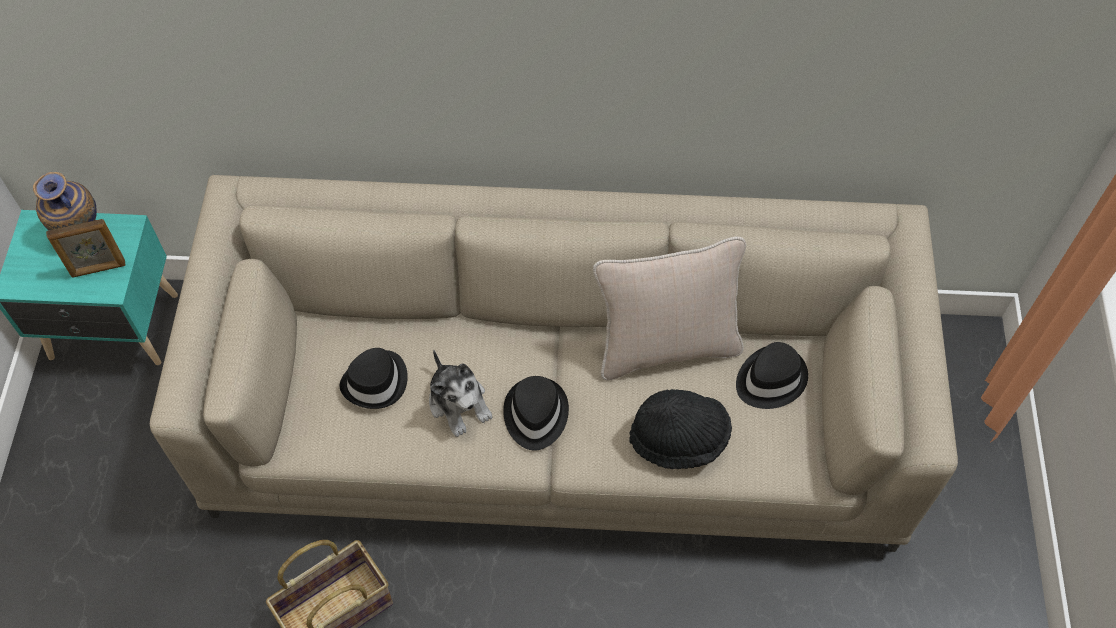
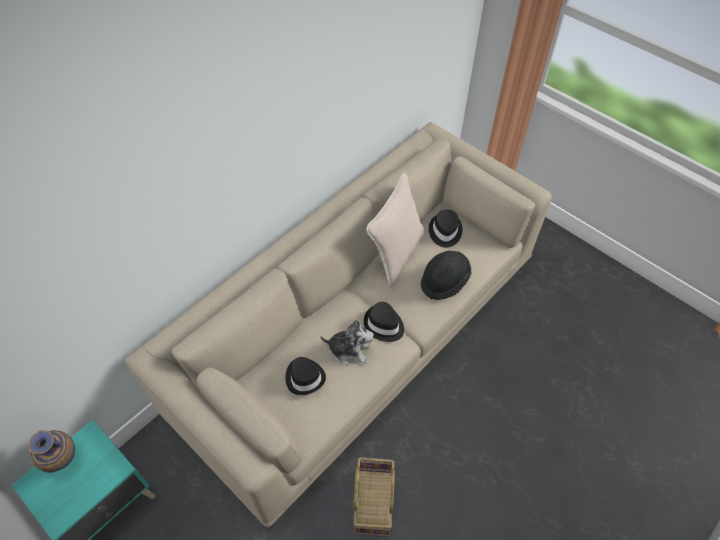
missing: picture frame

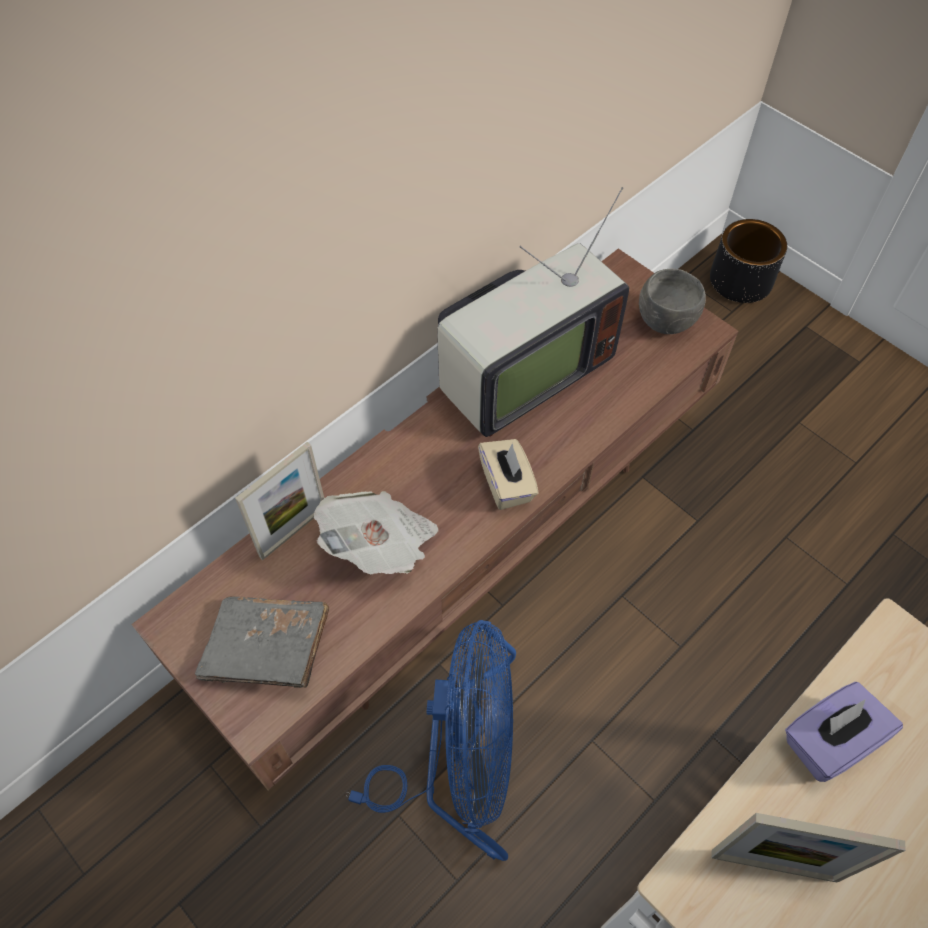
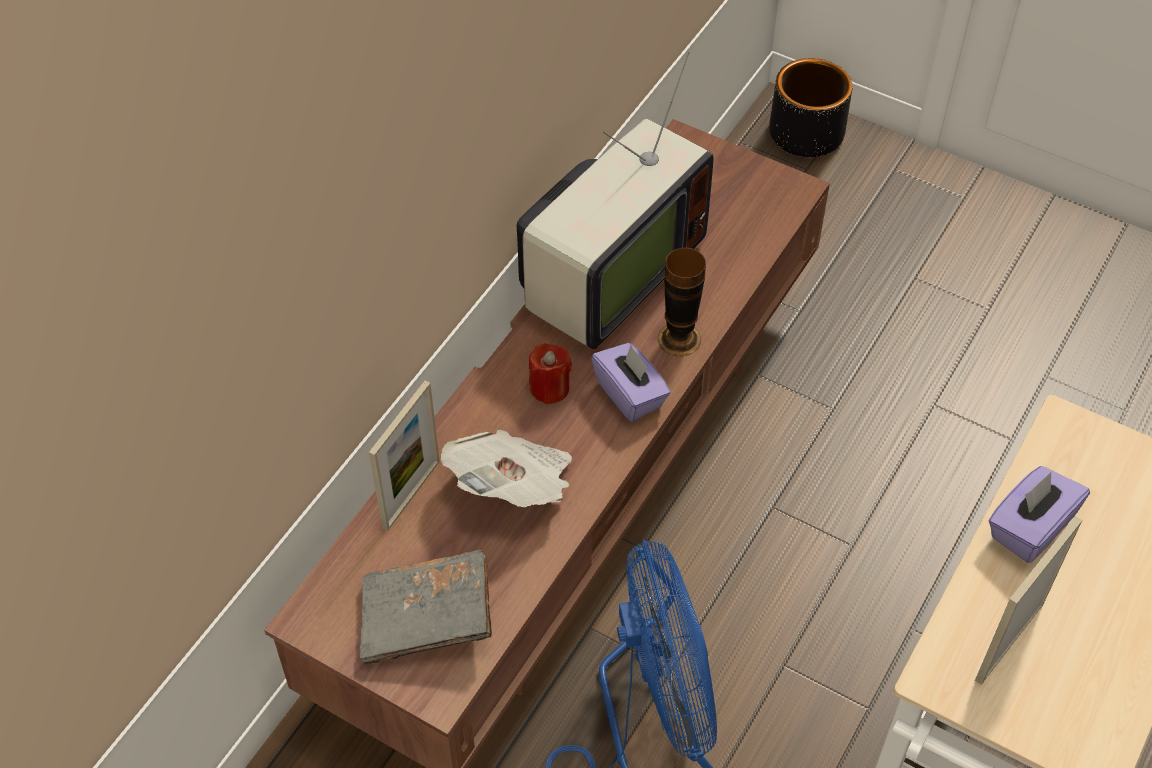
missing: bowl/grey
appeared: vase; candle/red
colour: tissue box/beige to tissue box/purple (no. 1 from left)
spun: picture frame (no. 2 from left) 135 degrees clockwise

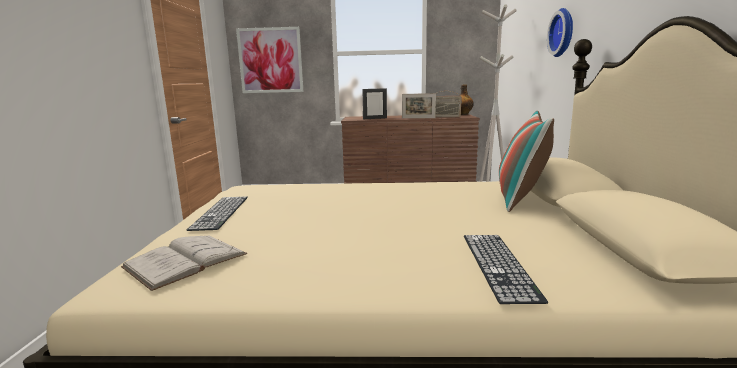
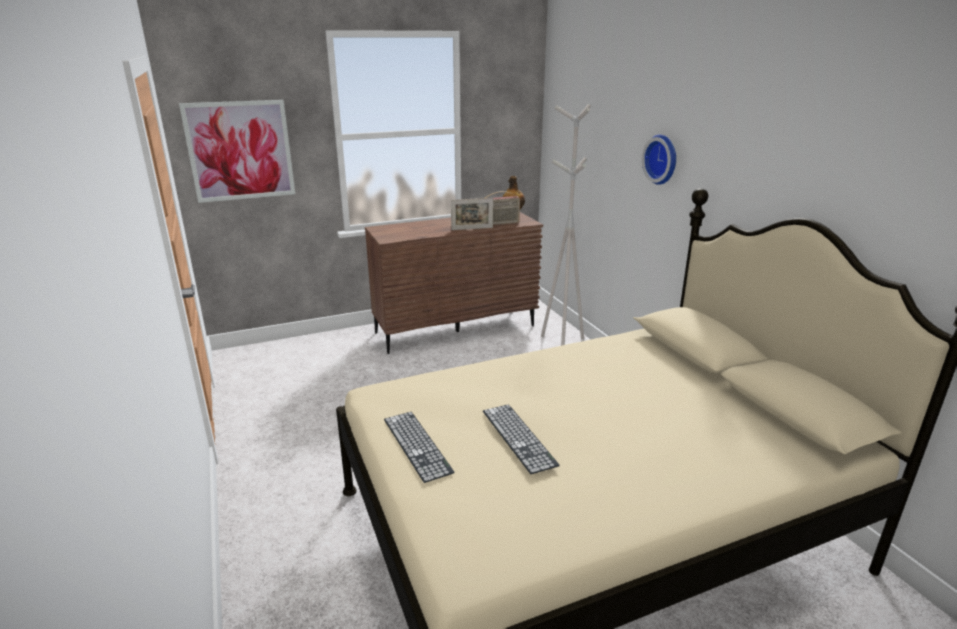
missing: picture frame (no. 1 from left); pillow; book/white
relocated: keyboard (no. 2 from left)

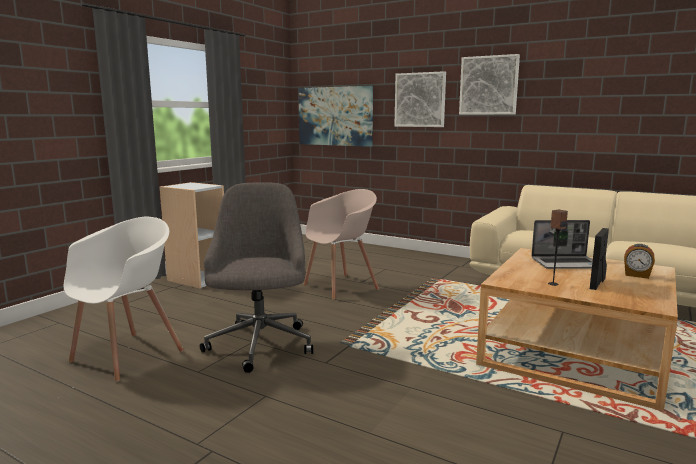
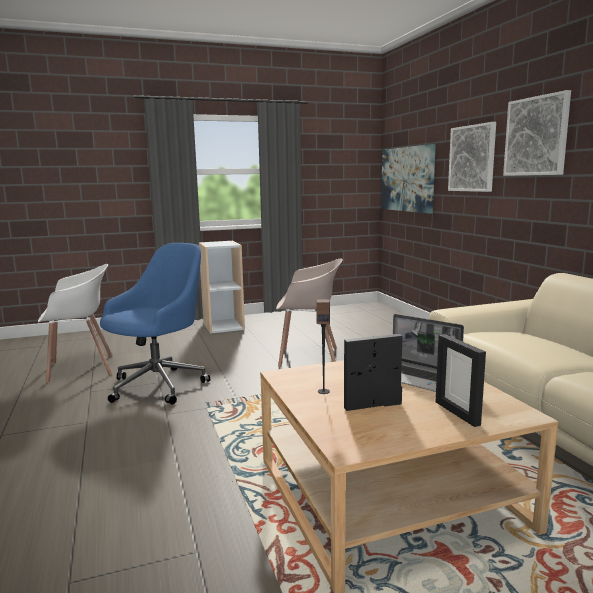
exchanged: alarm clock to picture frame (no. 2 from left)
colour: office chair/grey to office chair/blue

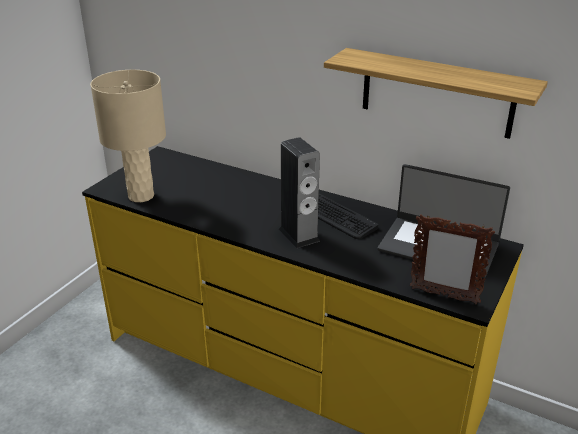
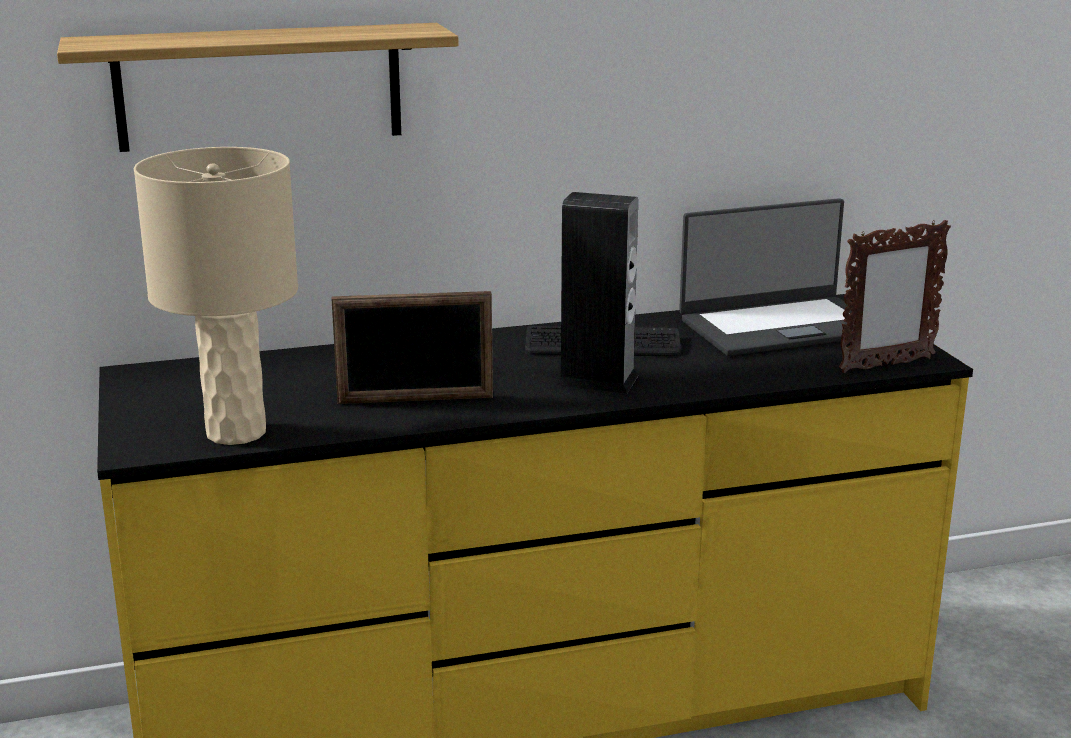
appeared: picture frame (no. 1 from left)
relocated: shelf

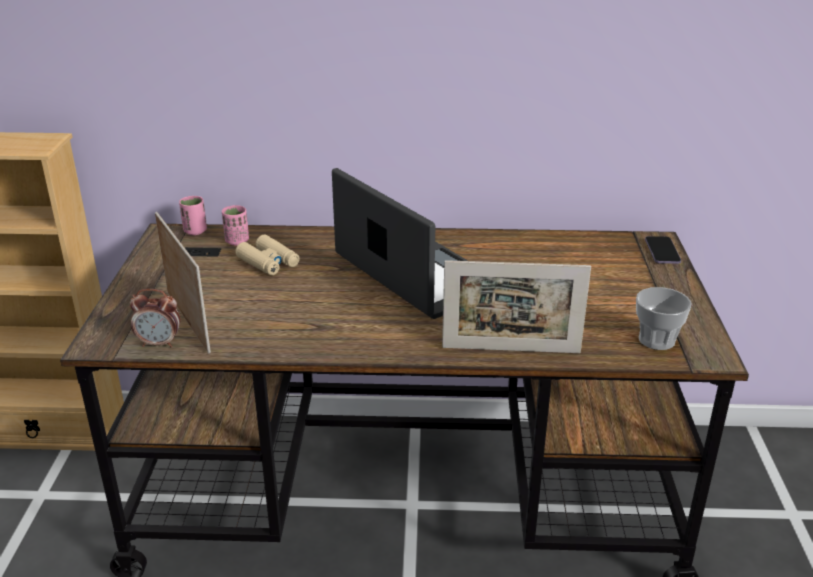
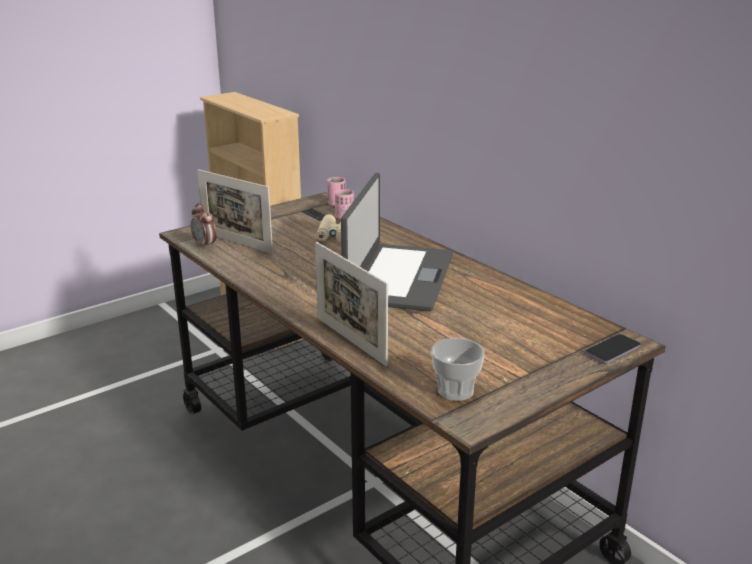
spun: picture frame (no. 1 from left) 105 degrees clockwise

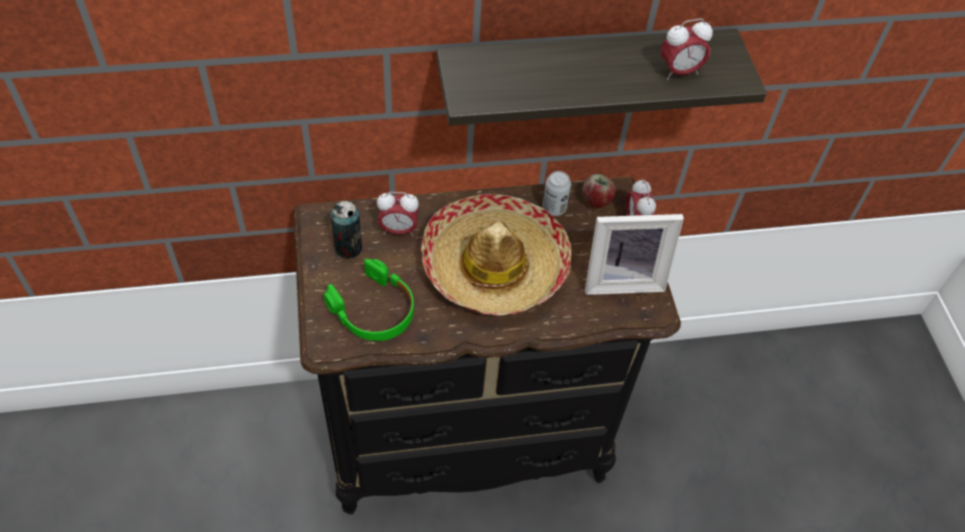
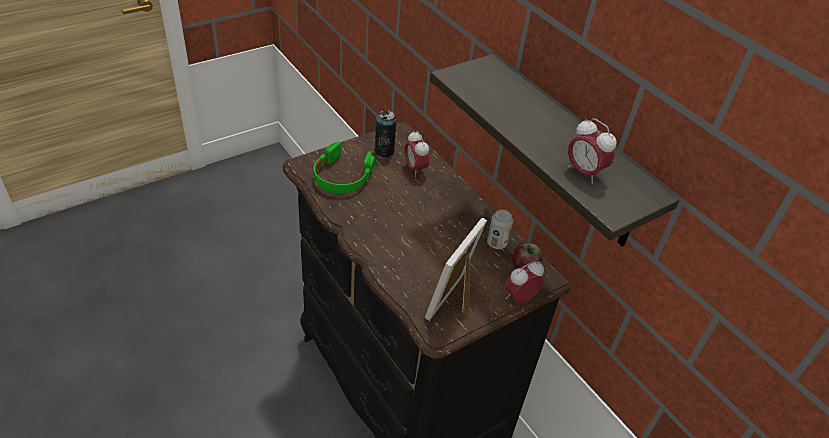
missing: hat
spun: picture frame 60 degrees clockwise

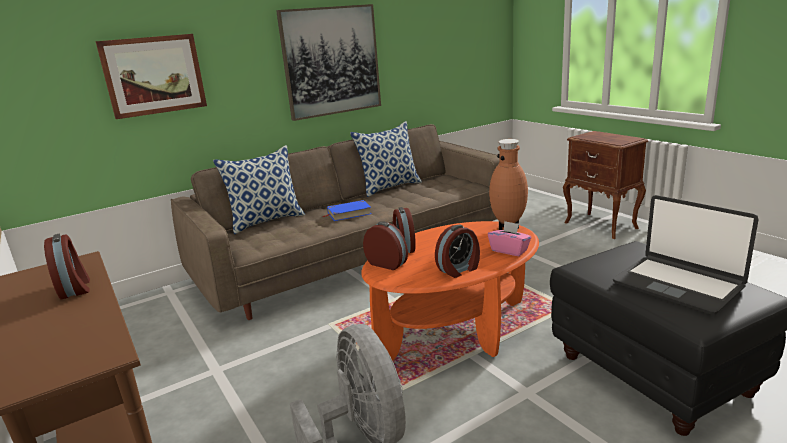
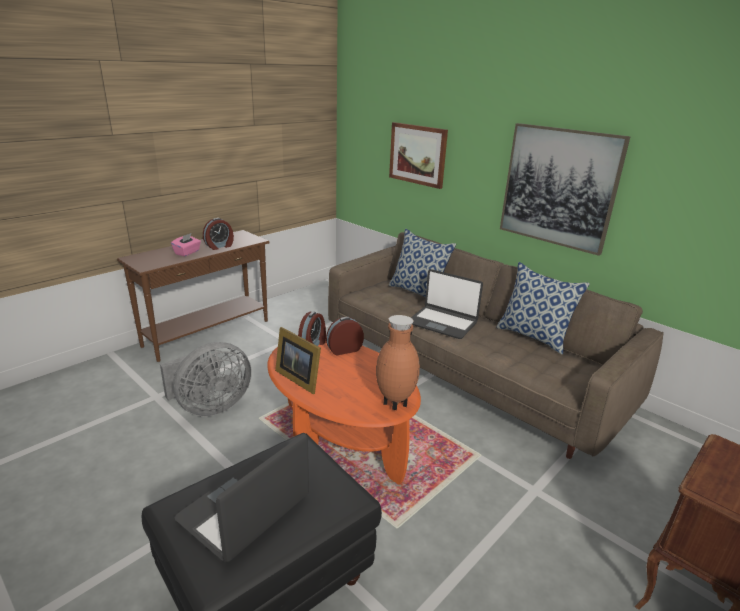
relocated: tissue box/pink
exchanged: book/blue to laptop (no. 2 from left); alarm clock (no. 4 from left) to picture frame

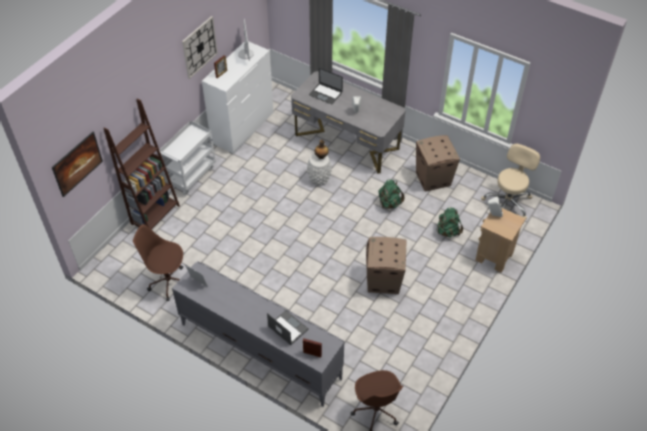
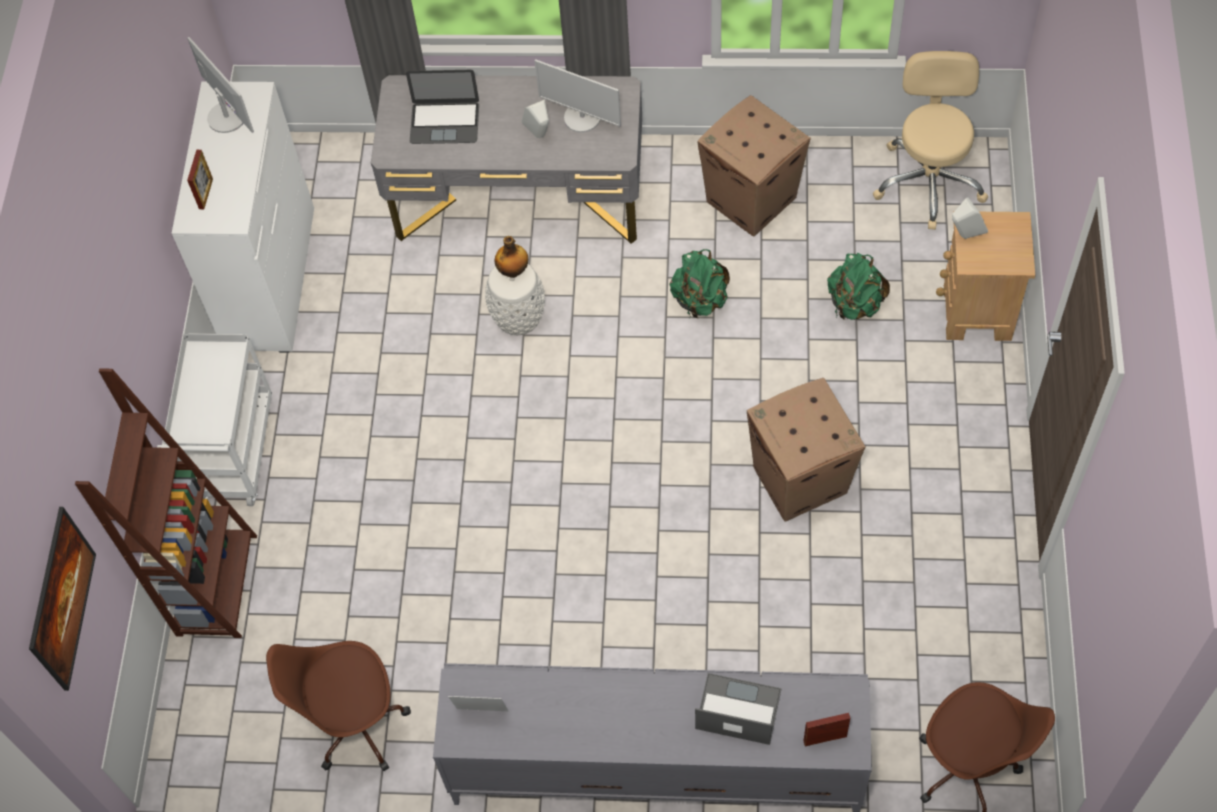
missing: wall clock
appeared: monitor (no. 2 from left)

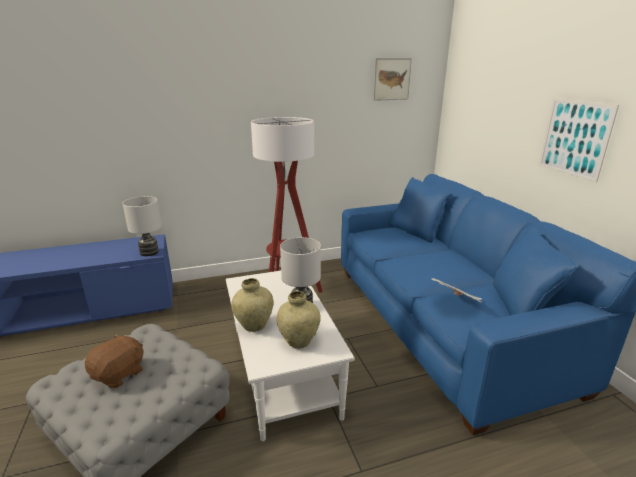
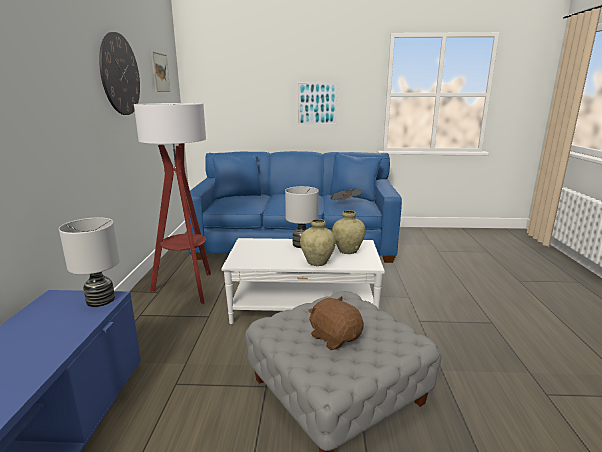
appeared: wall clock

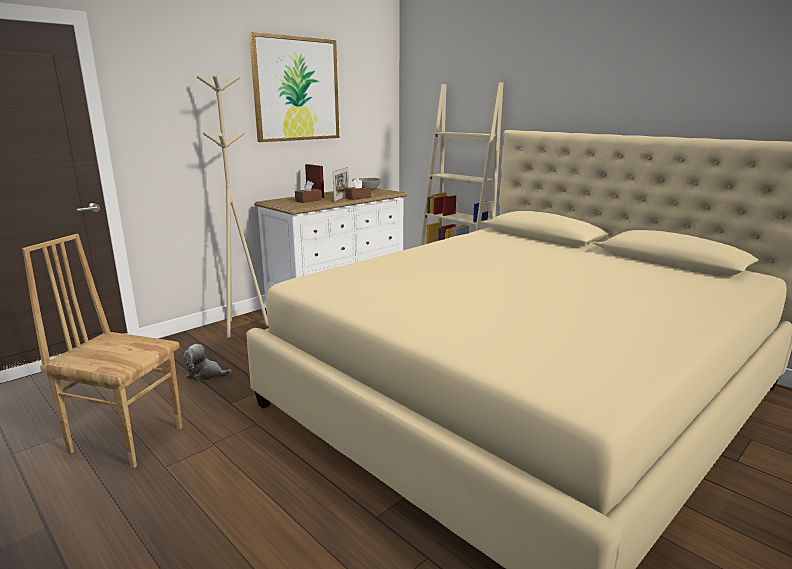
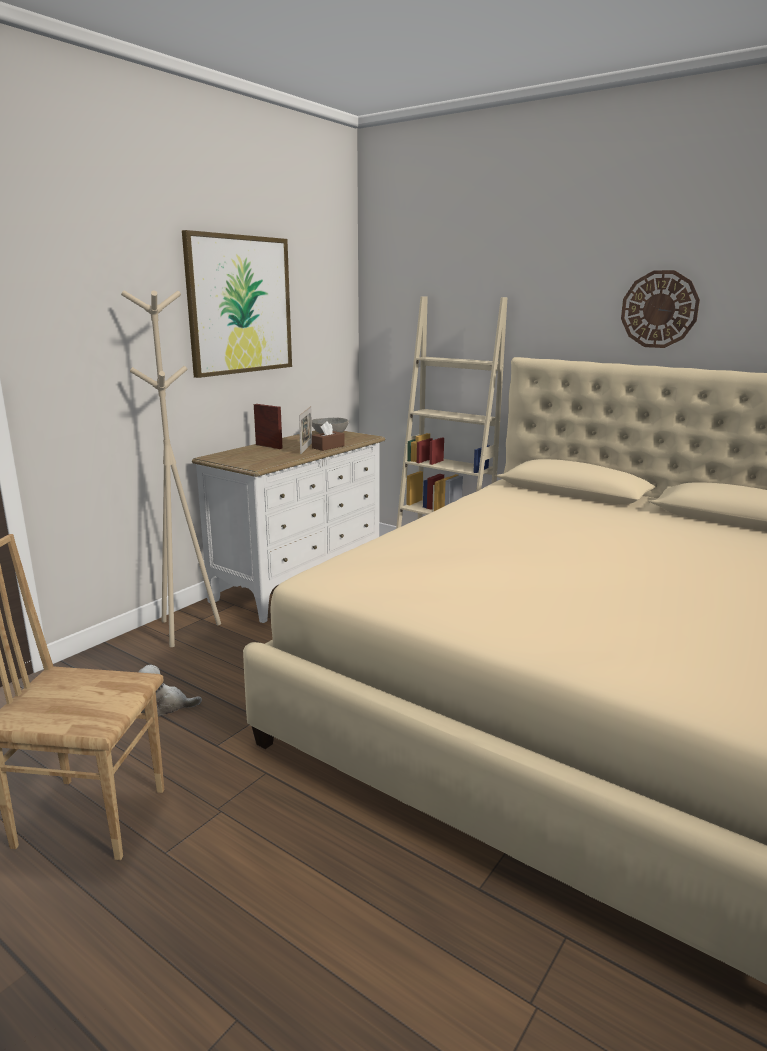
missing: tissue box/brown (no. 1 from left)
appeared: wall clock

